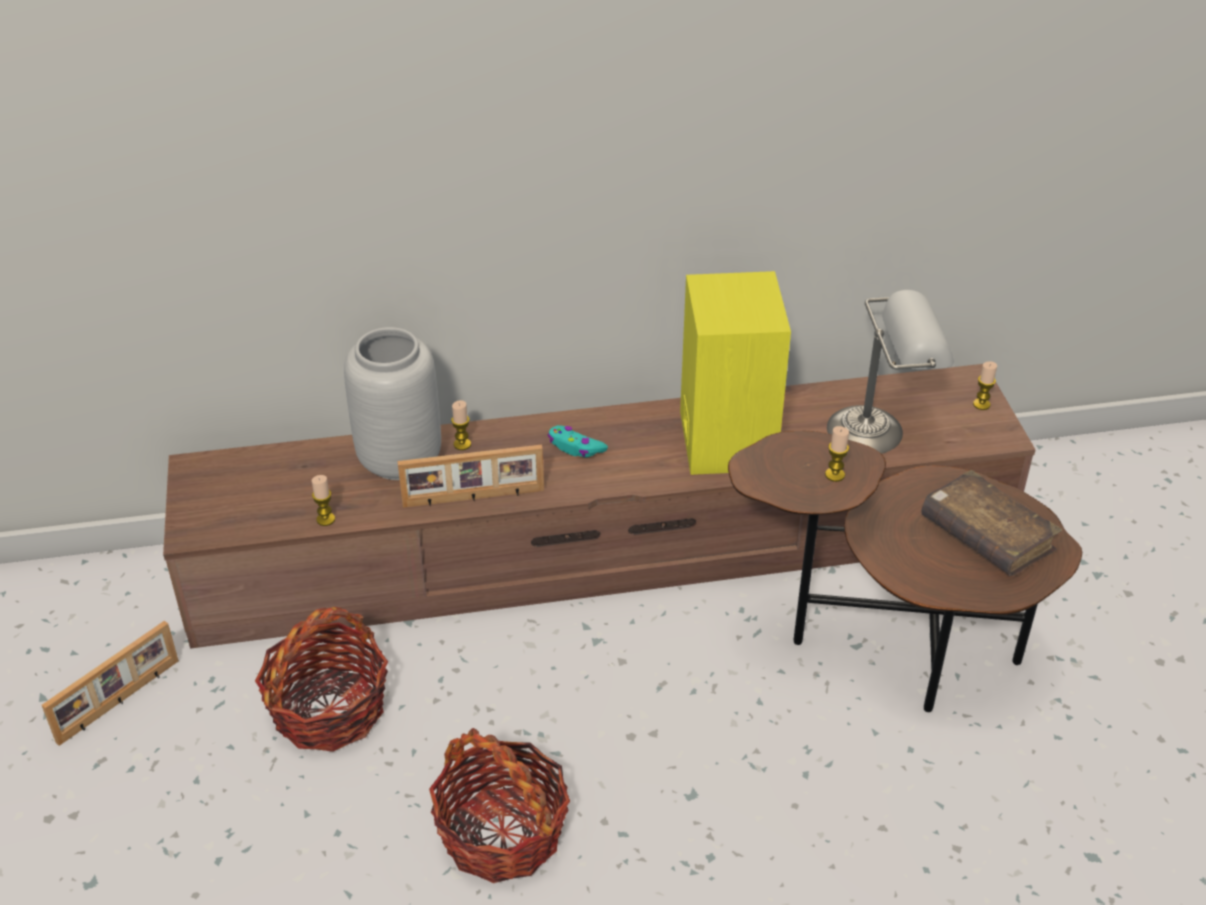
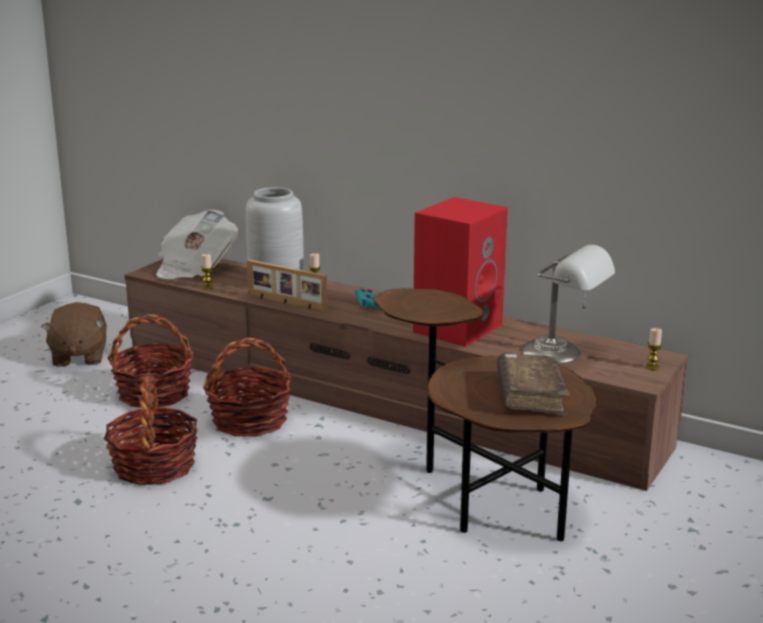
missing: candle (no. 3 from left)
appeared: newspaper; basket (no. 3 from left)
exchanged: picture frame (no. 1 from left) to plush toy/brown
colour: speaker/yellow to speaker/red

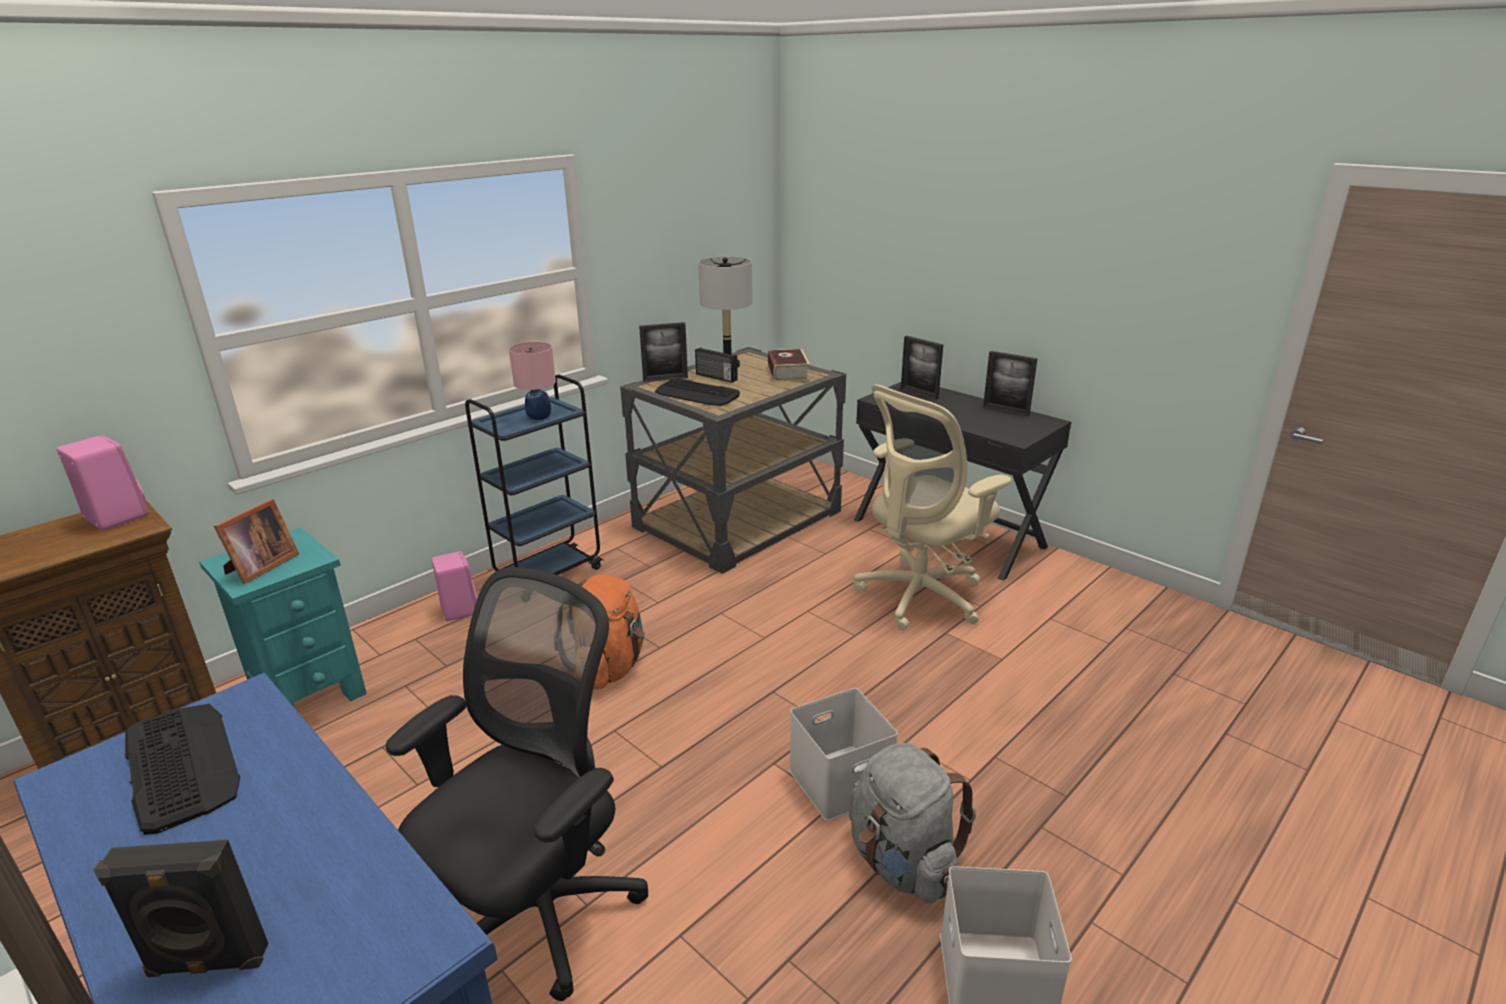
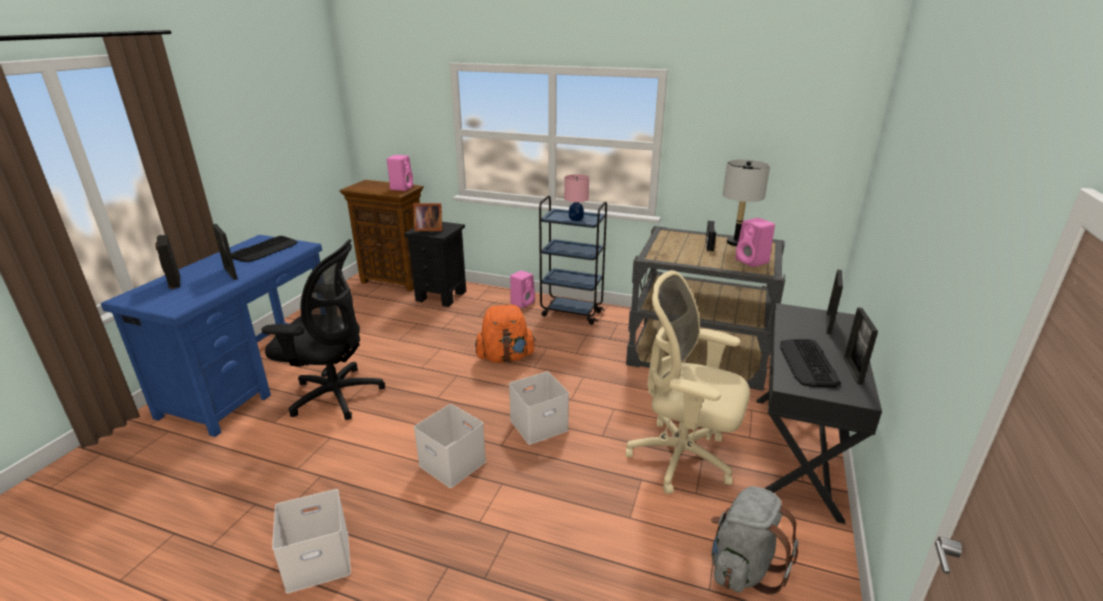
appeared: storage box/white (no. 3 from left)
relocated: picture frame (no. 2 from left in the first image) to picture frame (no. 1 from left); keyboard (no. 2 from left); backpack/grey
exchanged: book to speaker/pink (no. 3 from left)
colour: nightstand/turquoise to nightstand/black

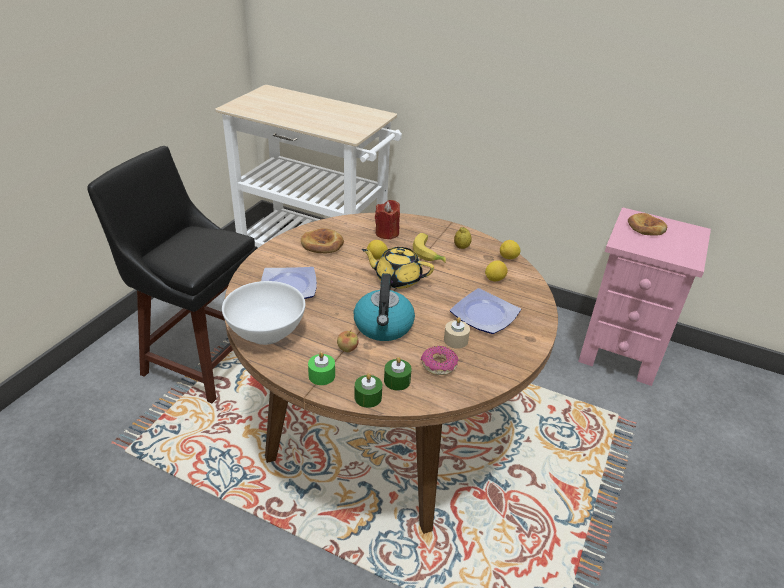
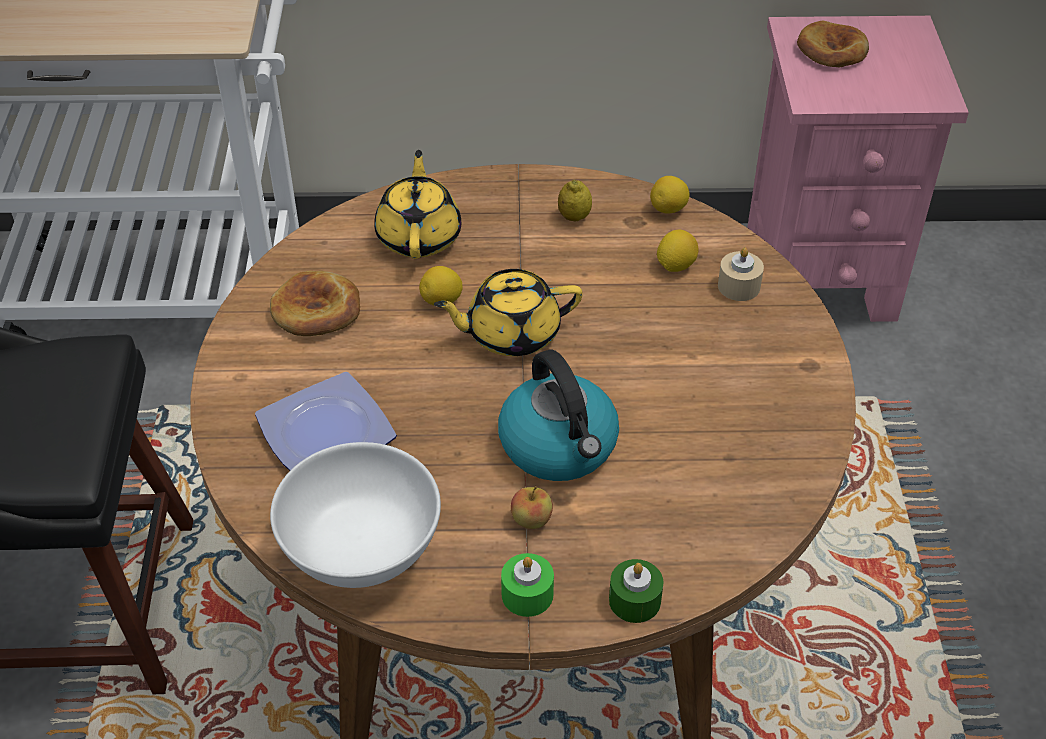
missing: banana; plate (no. 2 from left); donut; candle/green (no. 3 from left)
relocated: candle/beige
exchanged: candle/red to teapot/yellow (no. 1 from left)

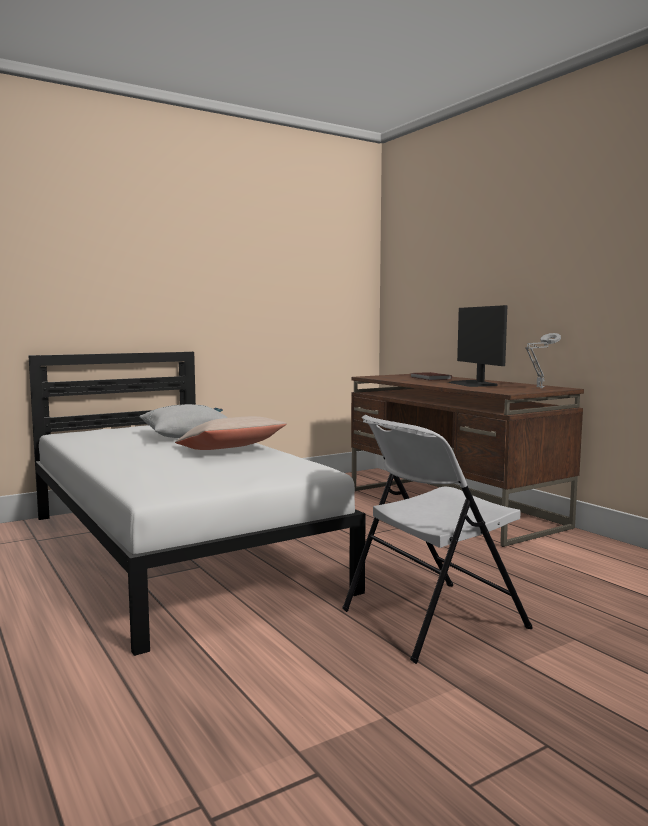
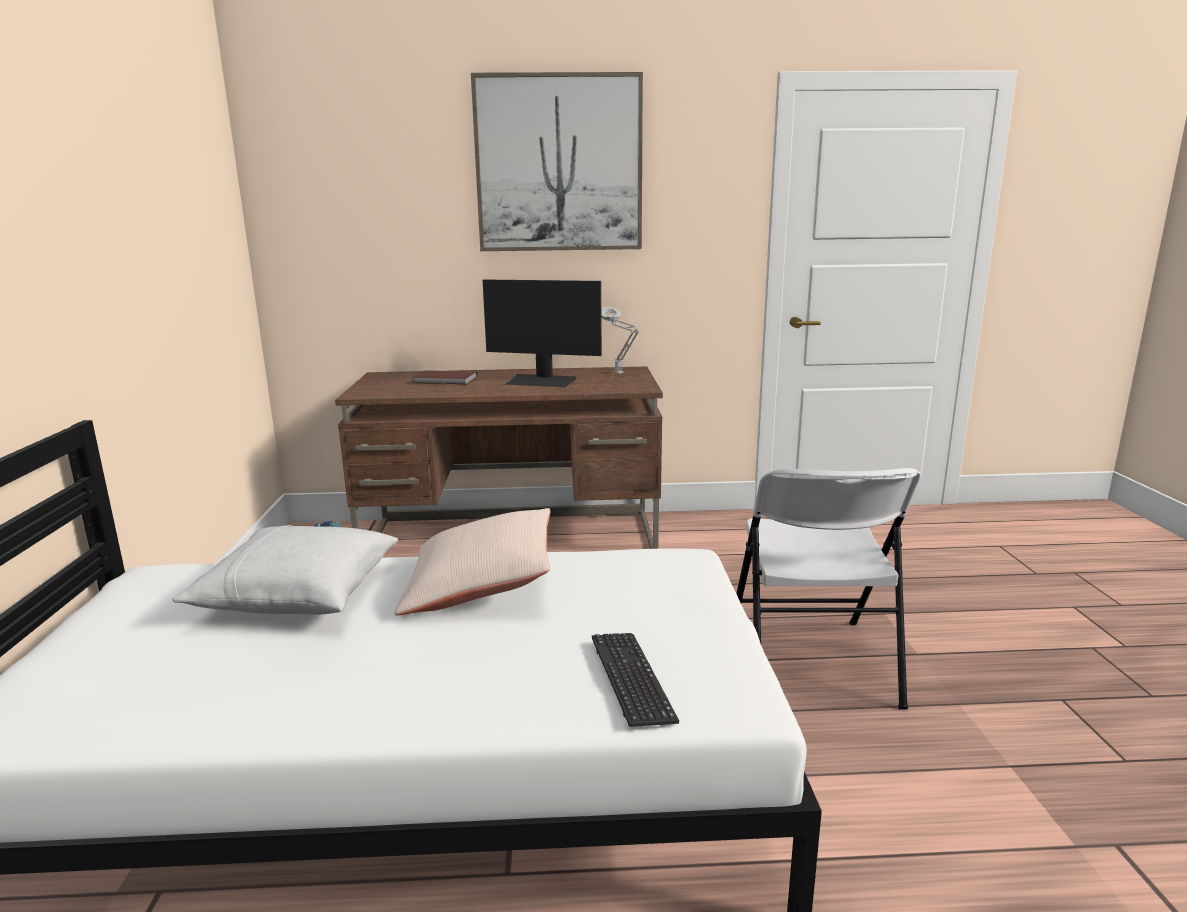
appeared: picture; keyboard

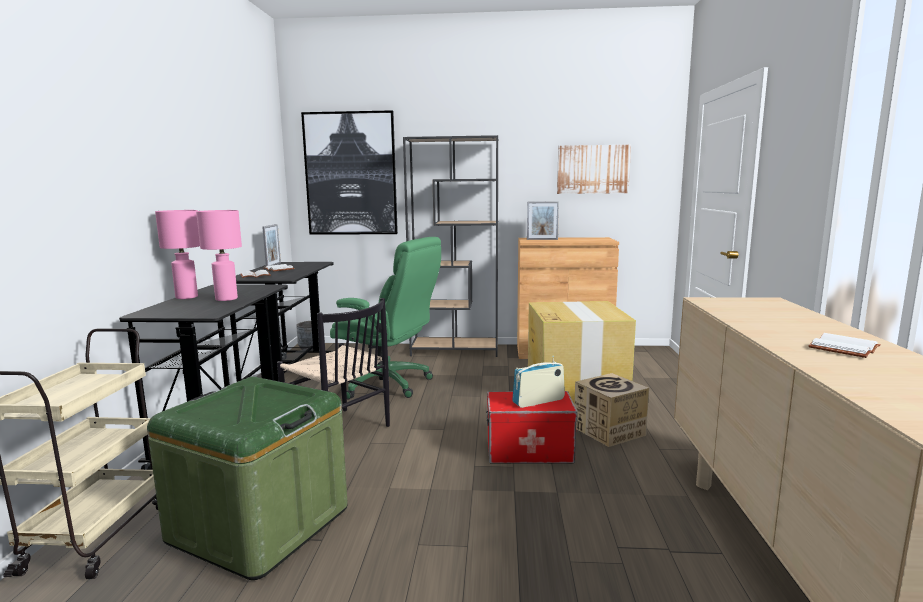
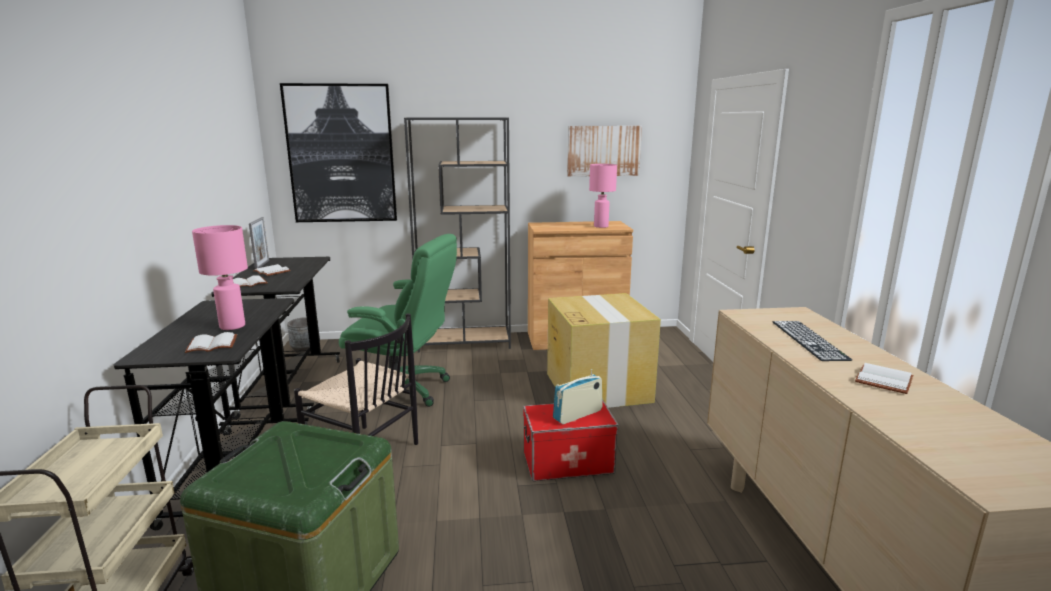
missing: picture frame (no. 2 from left); cardboard box (no. 2 from left)
appeared: keyboard; book/white (no. 1 from left)
relocated: table lamp/pink (no. 1 from left in the first image) to table lamp/pink (no. 2 from left)

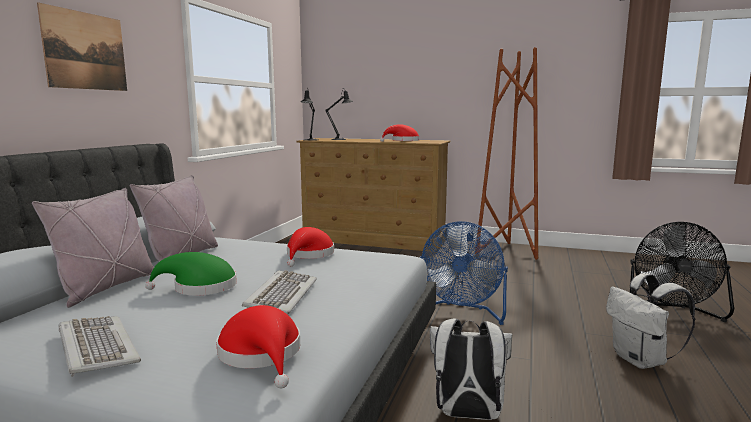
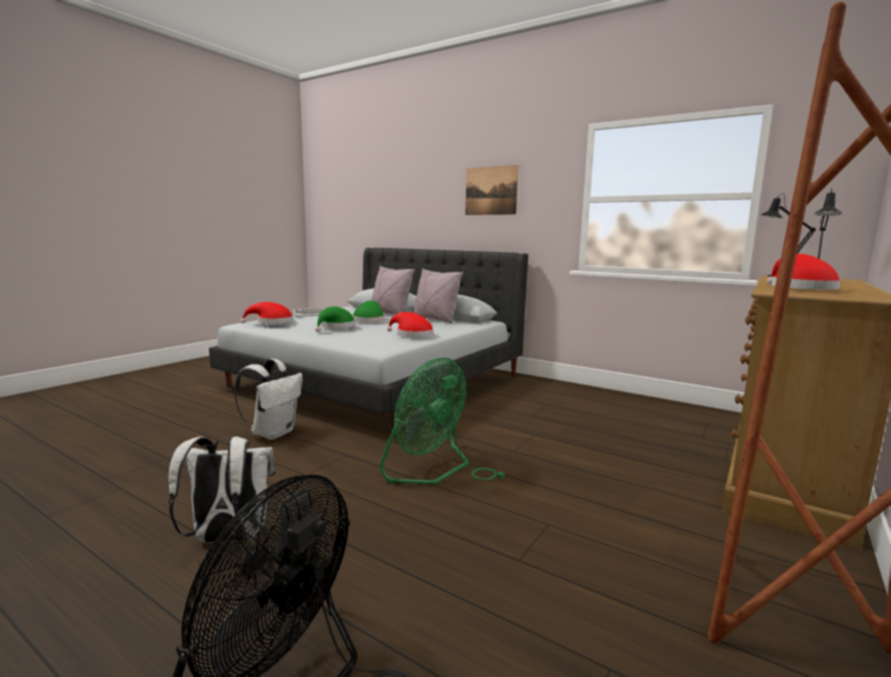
exchanged: keyboard (no. 2 from left) to hat/green (no. 1 from left)
colour: fan/blue to fan/green

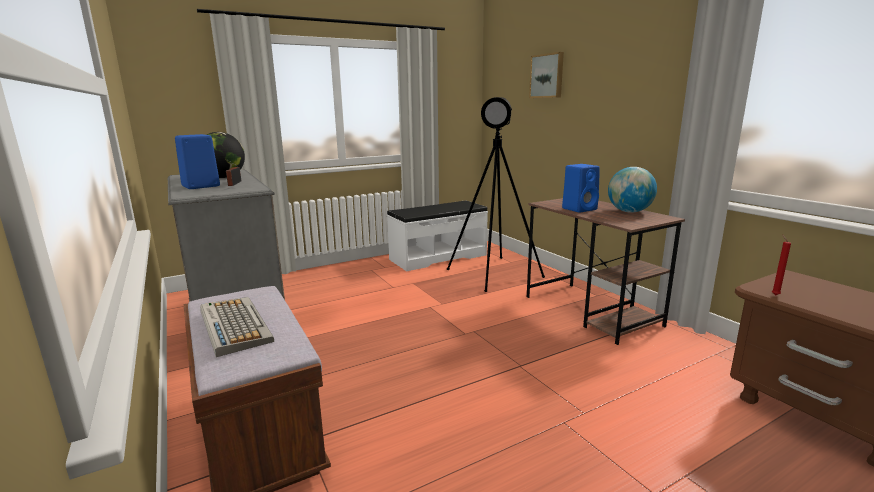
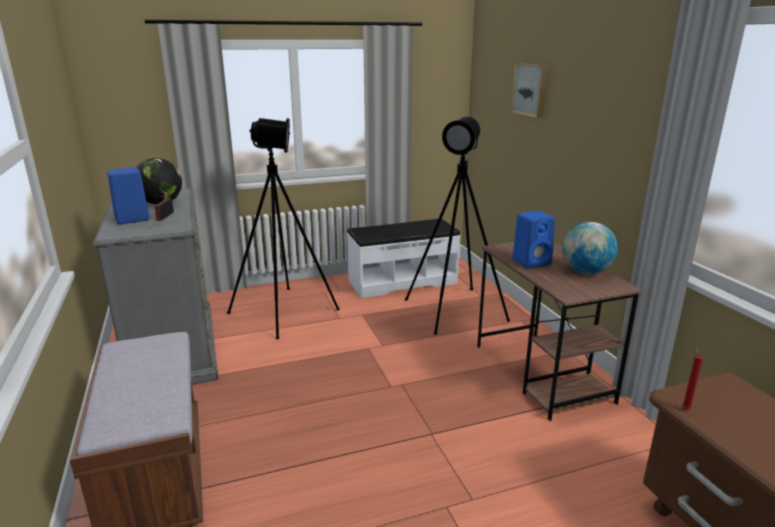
missing: keyboard
appeared: floor lamp/black (no. 1 from left)

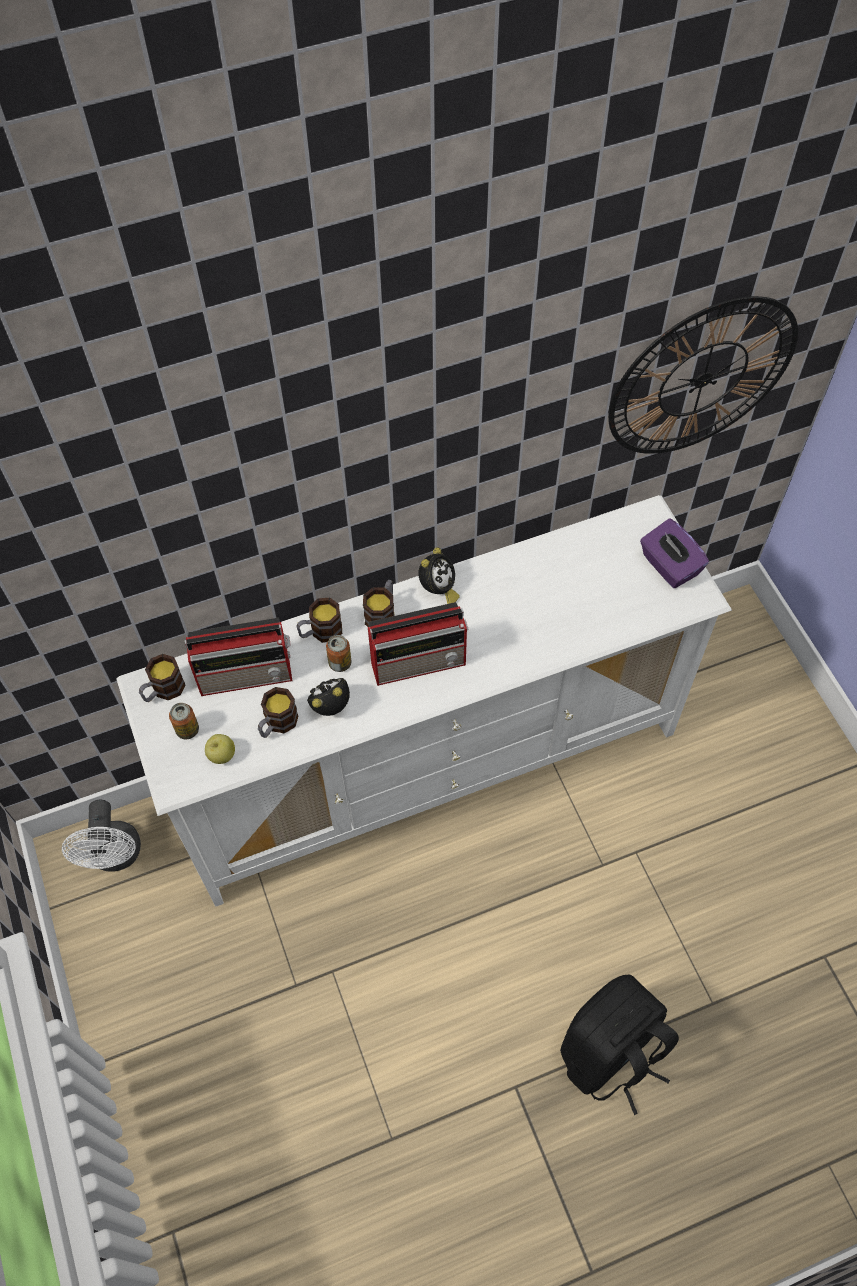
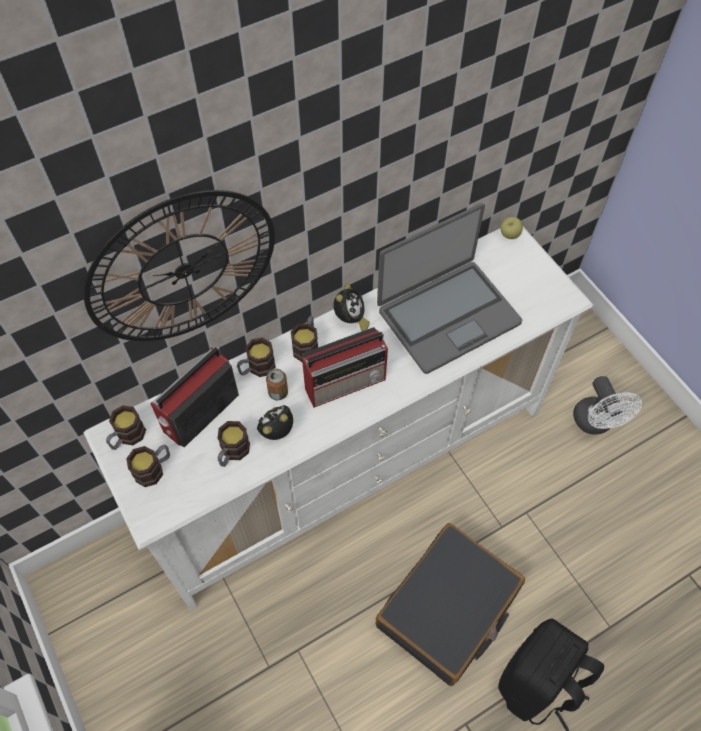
missing: tissue box/purple
appeared: laptop; suitcase/black
relocated: wall clock; apple; fan/white
exchanged: can (no. 1 from left) to mug (no. 2 from left)
spun: radio (no. 1 from left) 150 degrees clockwise

